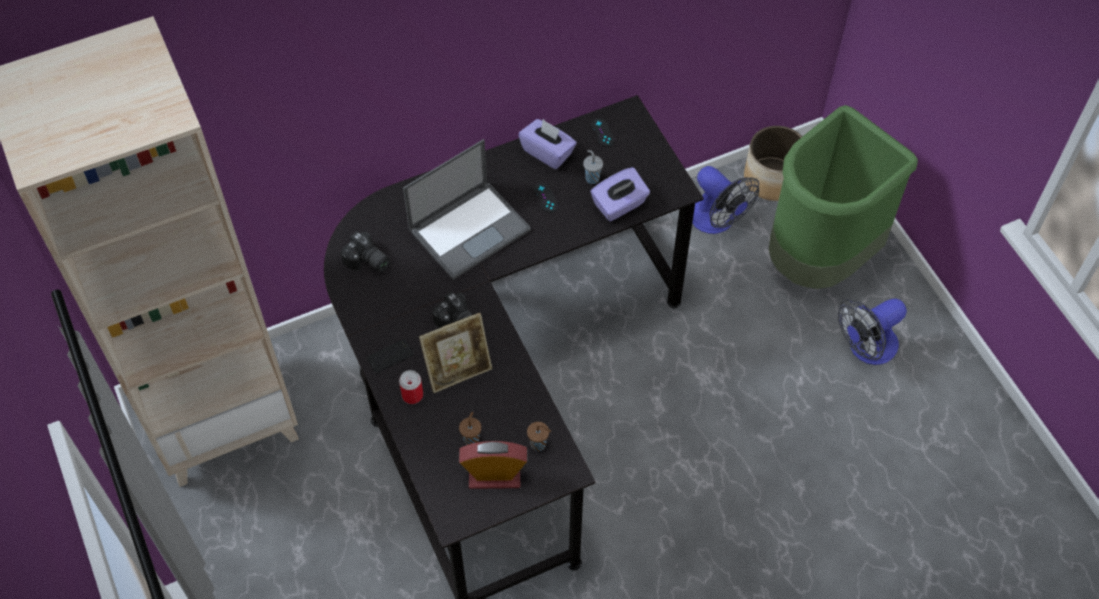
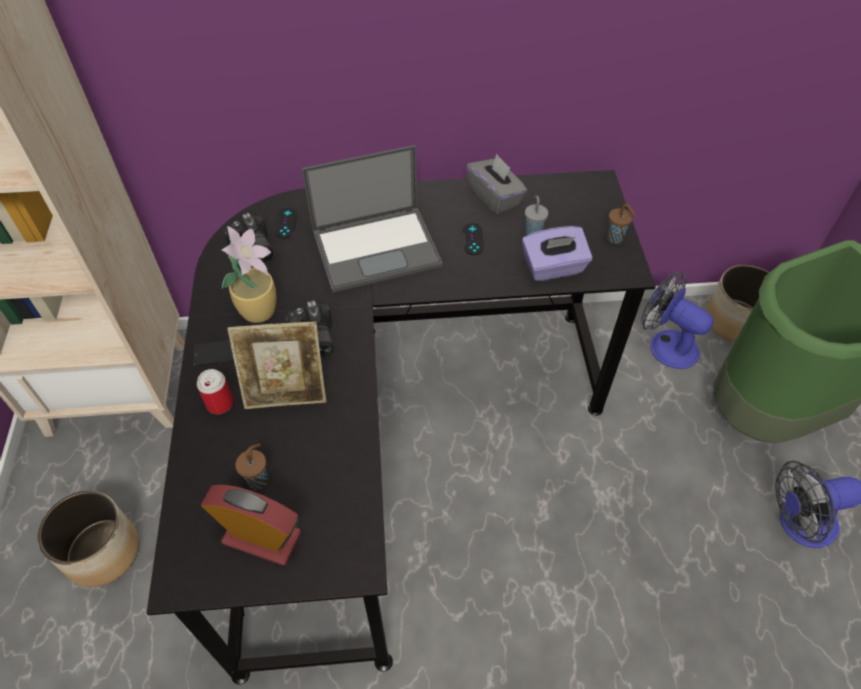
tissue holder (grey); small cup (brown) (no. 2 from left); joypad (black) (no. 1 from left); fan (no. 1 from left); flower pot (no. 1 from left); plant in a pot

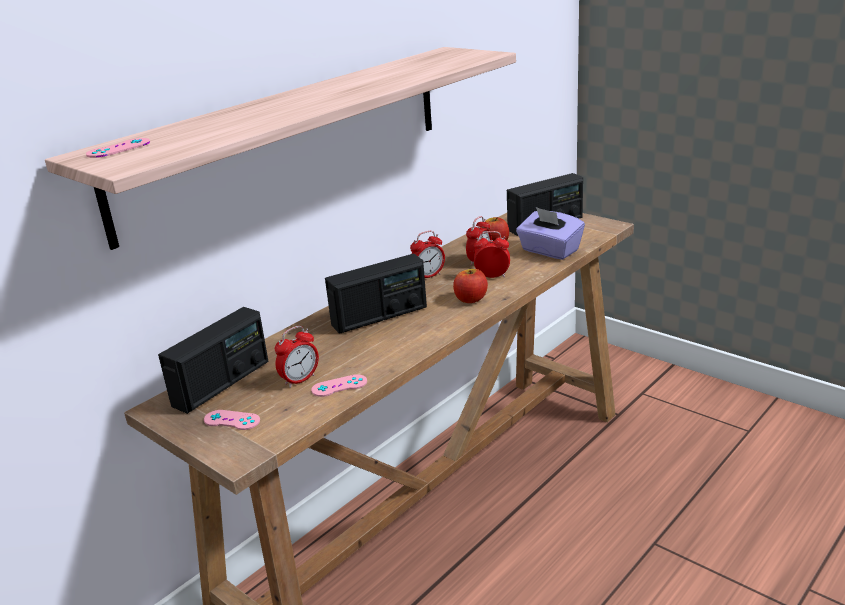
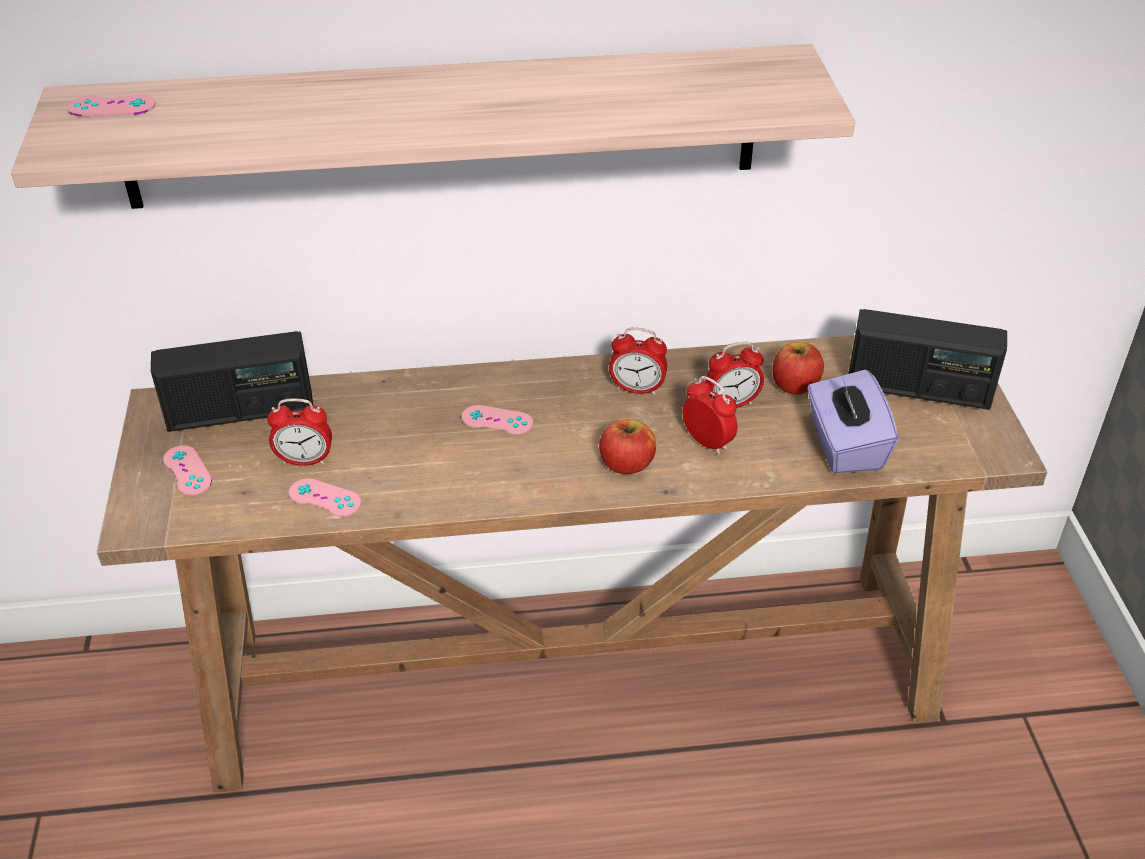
joypad (pink) (no. 4 from left)

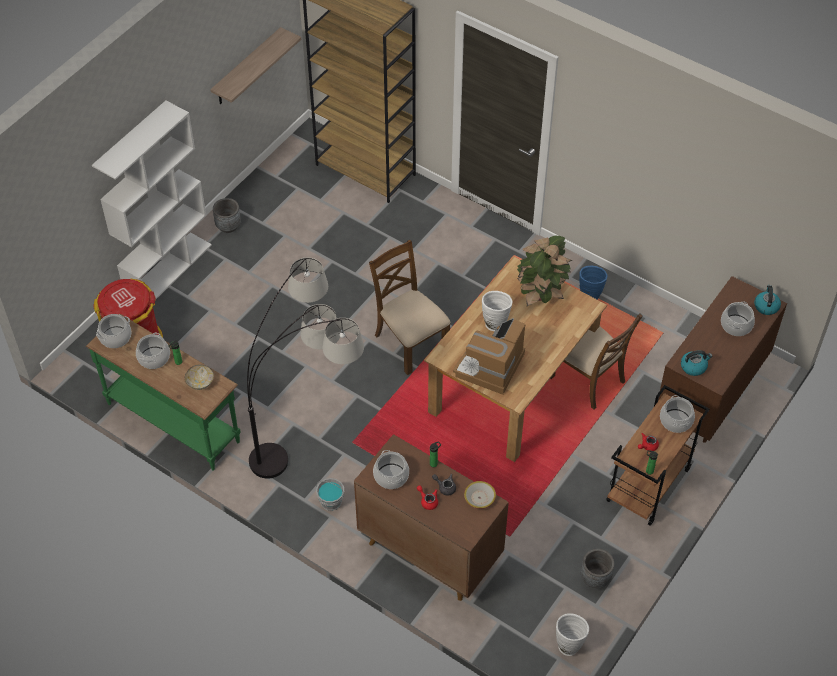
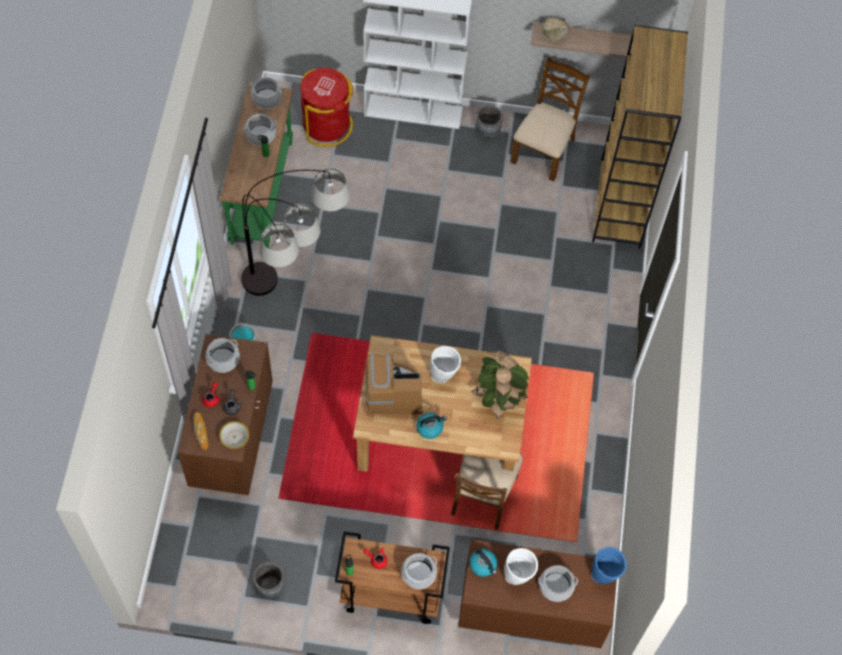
serving bowl (no. 2 from left); plain chair (brown) (no. 2 from left); vase (white-coloured) (no. 2 from left); vase (blue-coloured); kettle (no. 1 from left); bakery bread

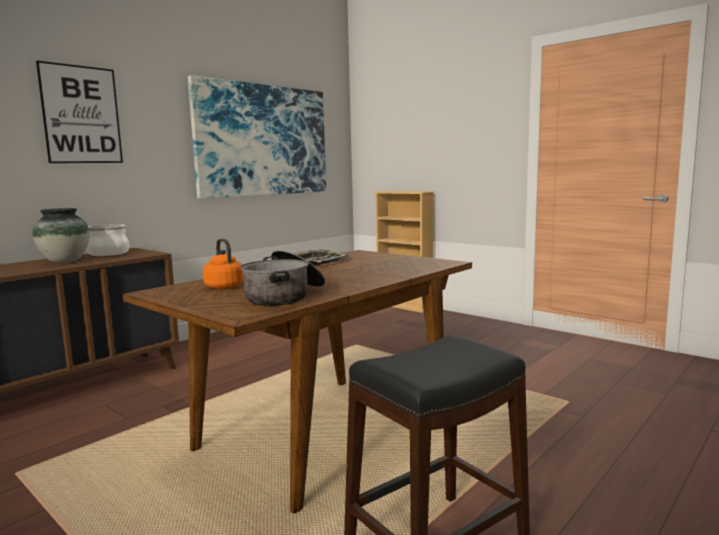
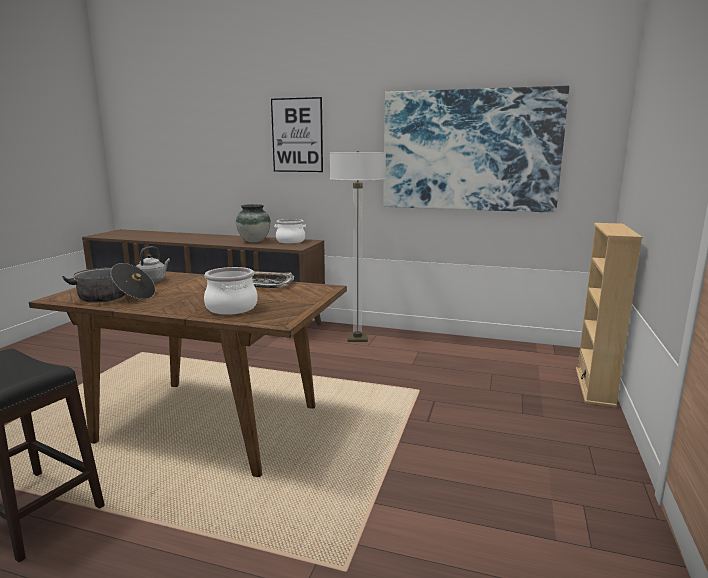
kettle (grey); stockpot (no. 2 from left); standard lamp

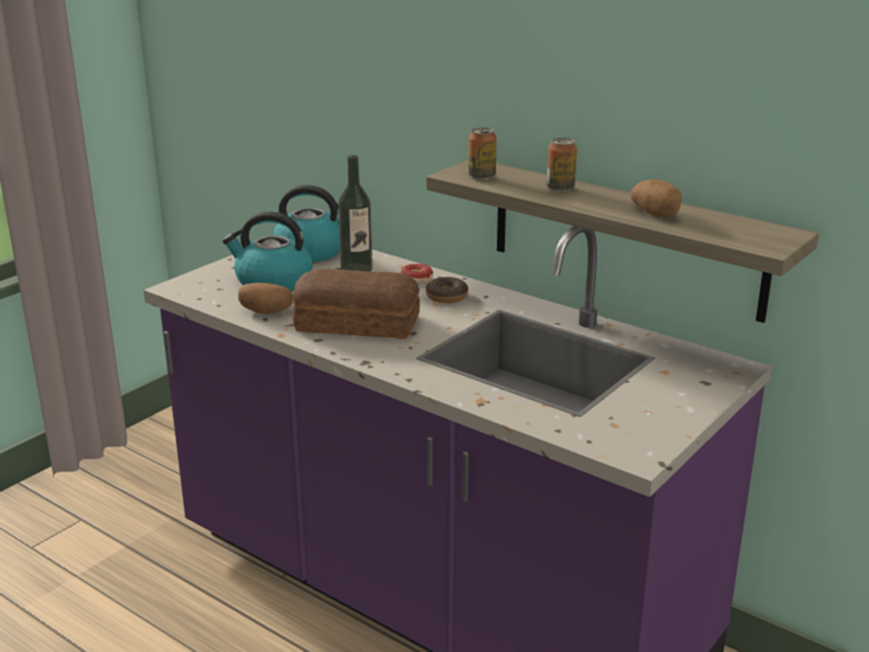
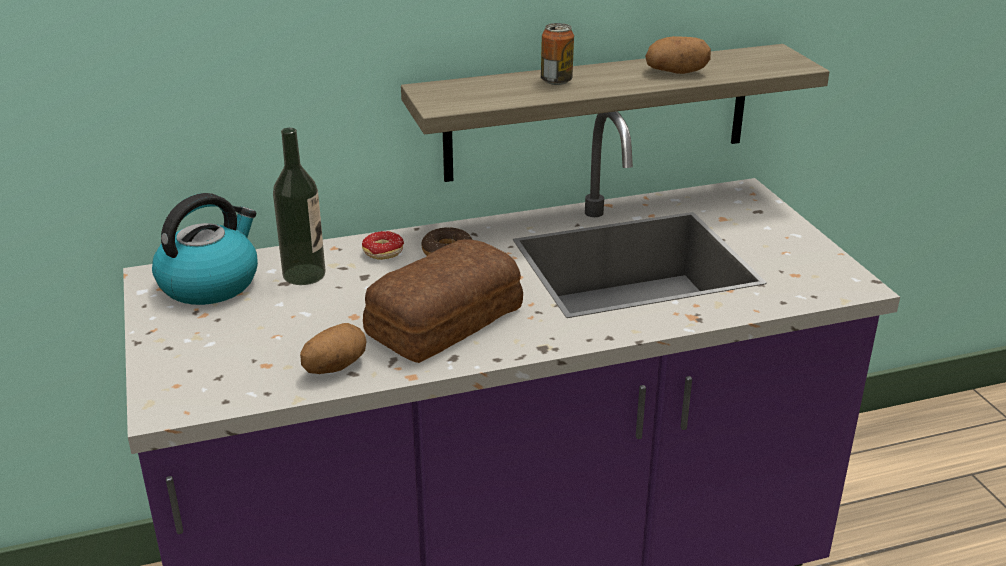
kettle (no. 1 from left in the first image); metal can (no. 1 from left in the first image)

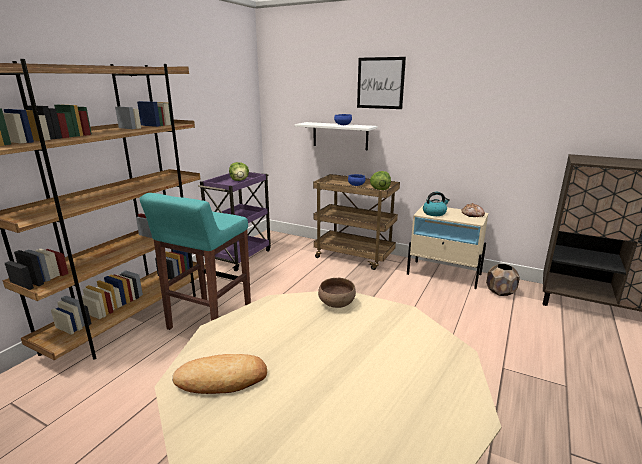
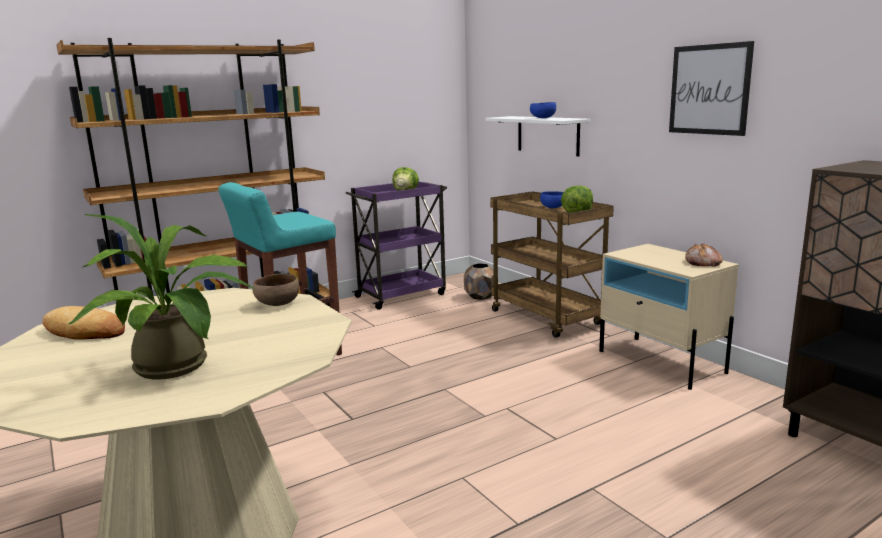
wall picture; kettle; flower pot (brown); plant in a pot

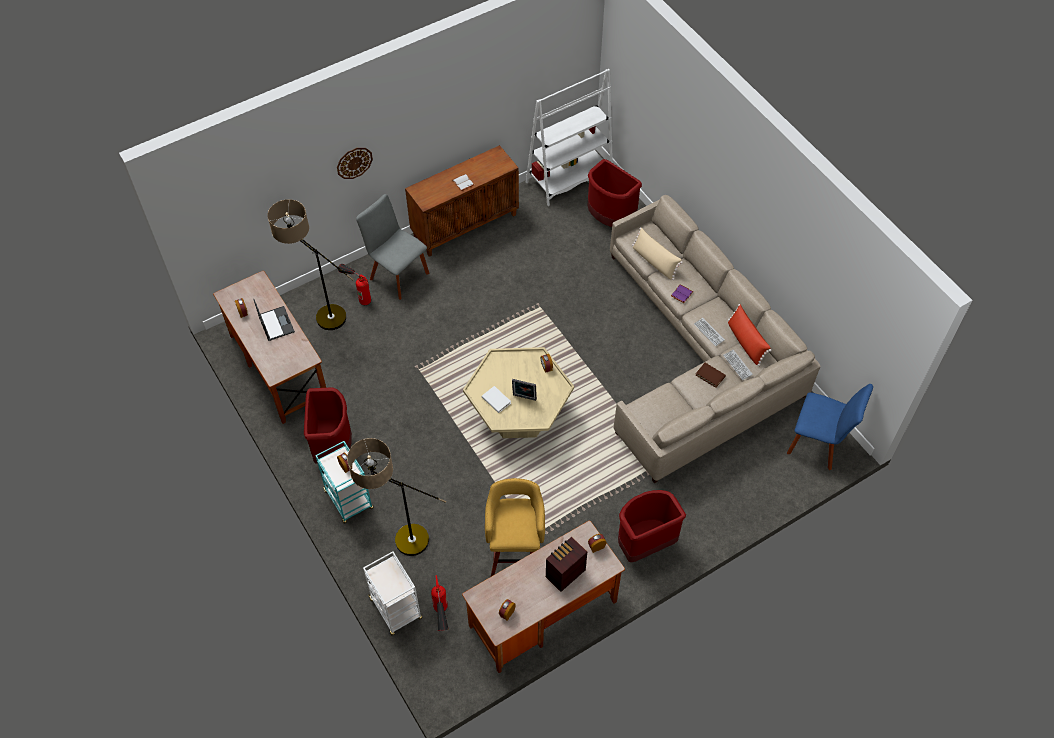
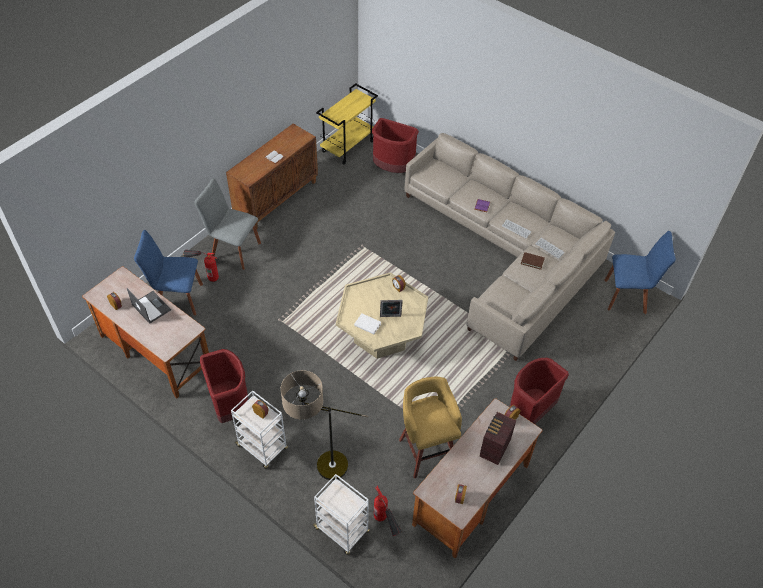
plain chair (blue-coloured) (no. 1 from left); trolley (white-coloured) (no. 1 from left); wall clock; trolley (yellow); pillow (beige); pillow (red-coloured)

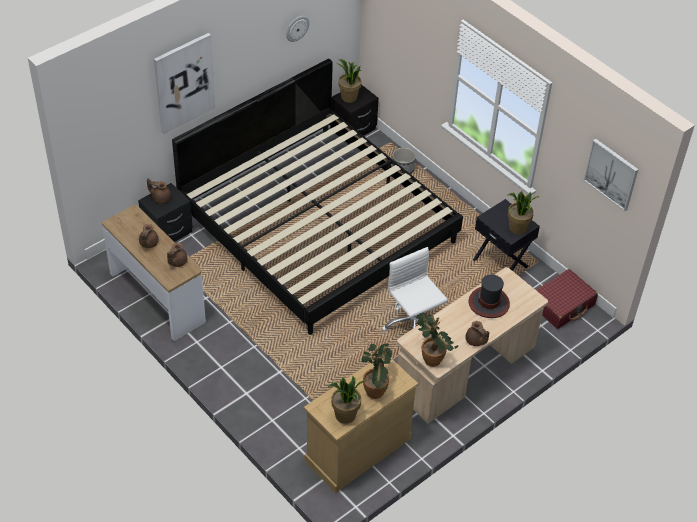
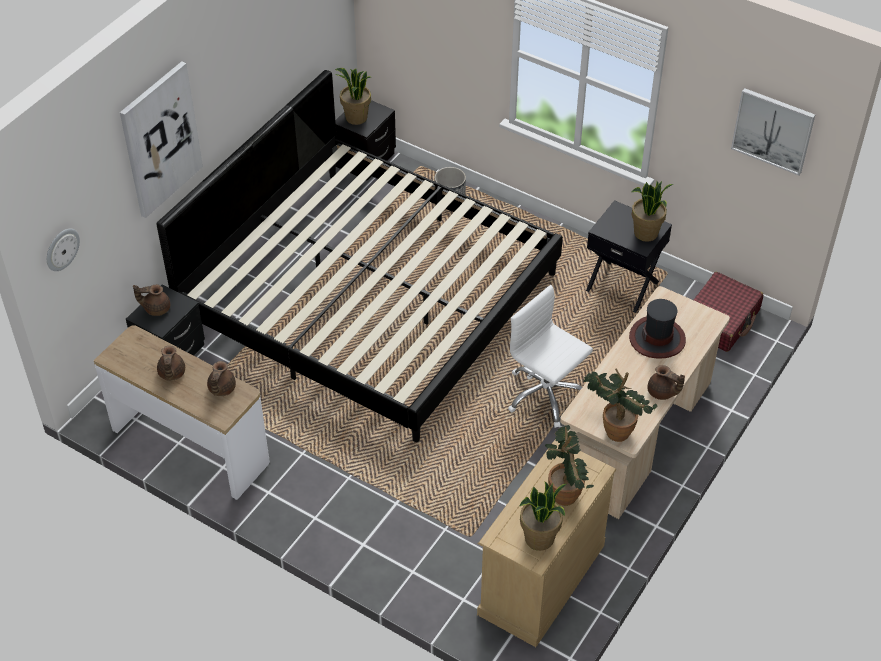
wall clock

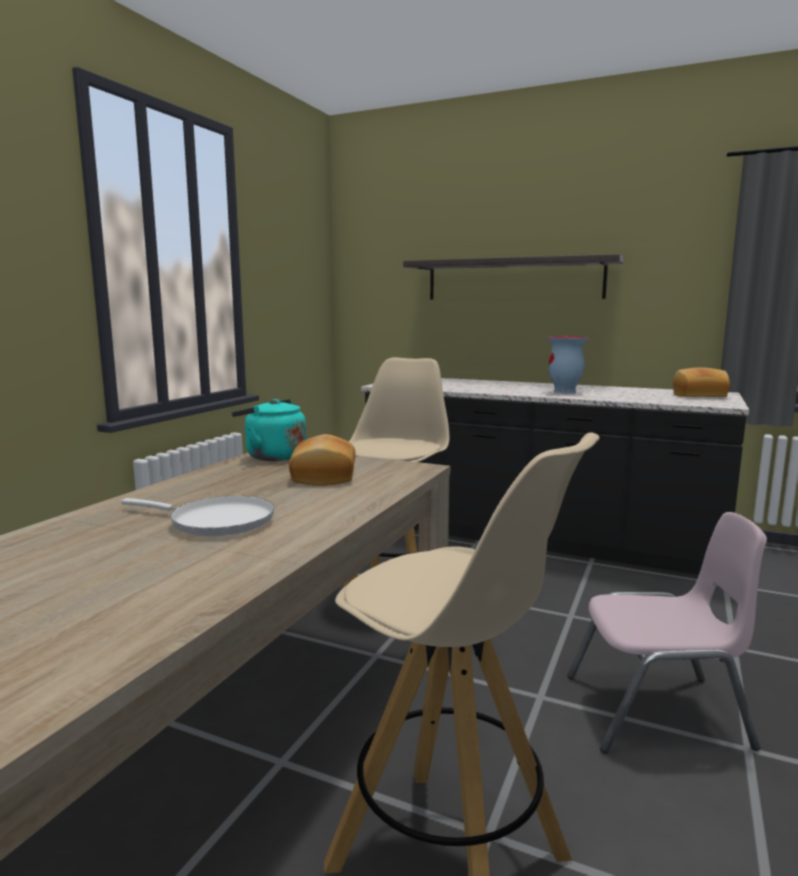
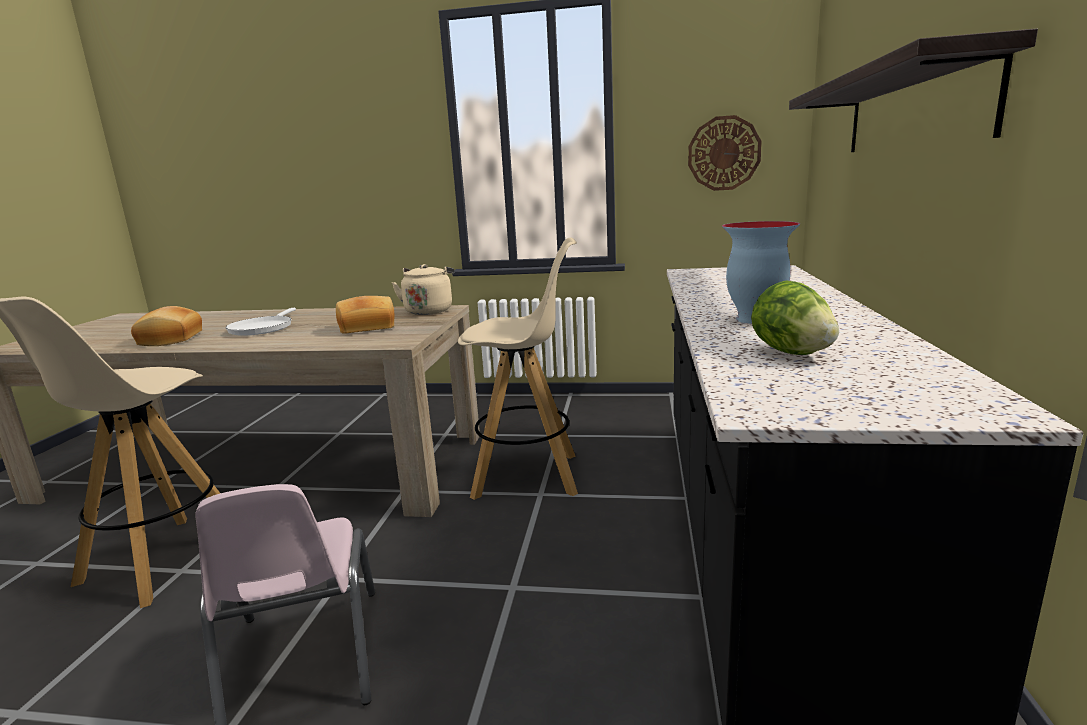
kettle (beige); bakery bread (no. 1 from left); wall clock; lettuce

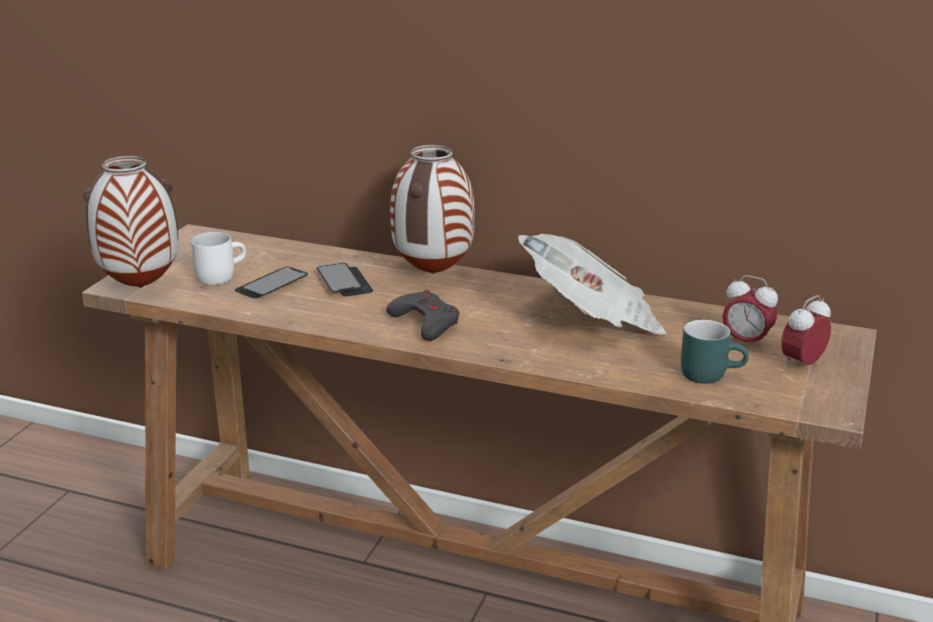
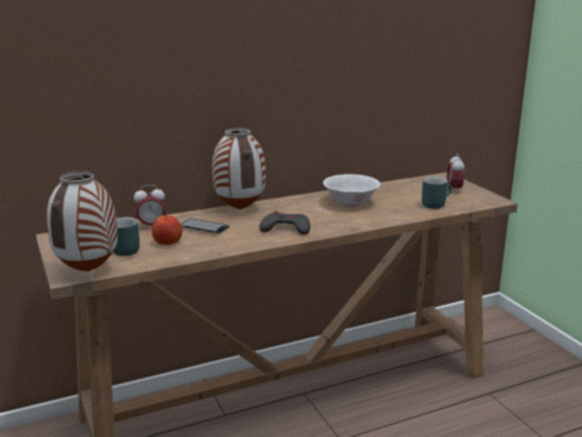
mug (turquoise) (no. 1 from left); whole apple; serving bowl (white-coloured); table clock (no. 1 from left)

